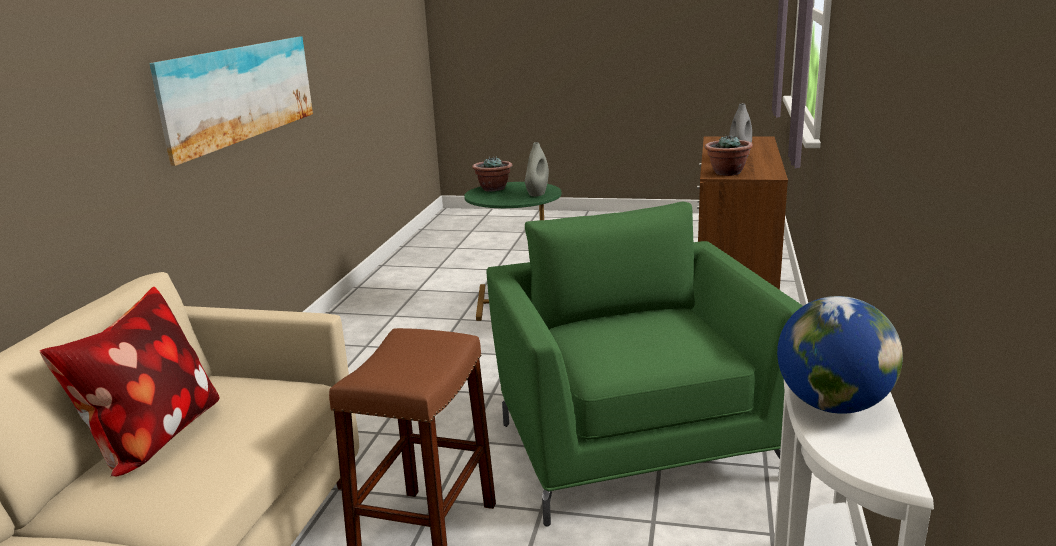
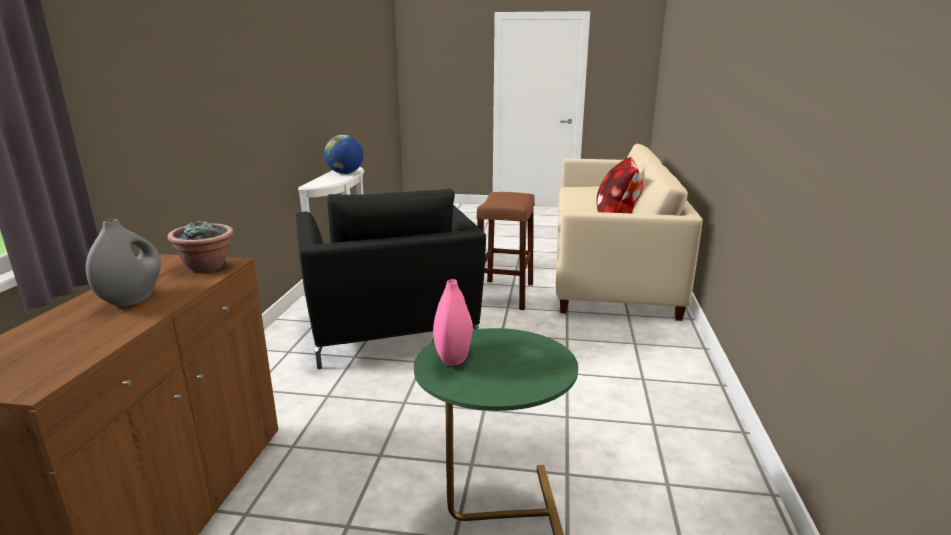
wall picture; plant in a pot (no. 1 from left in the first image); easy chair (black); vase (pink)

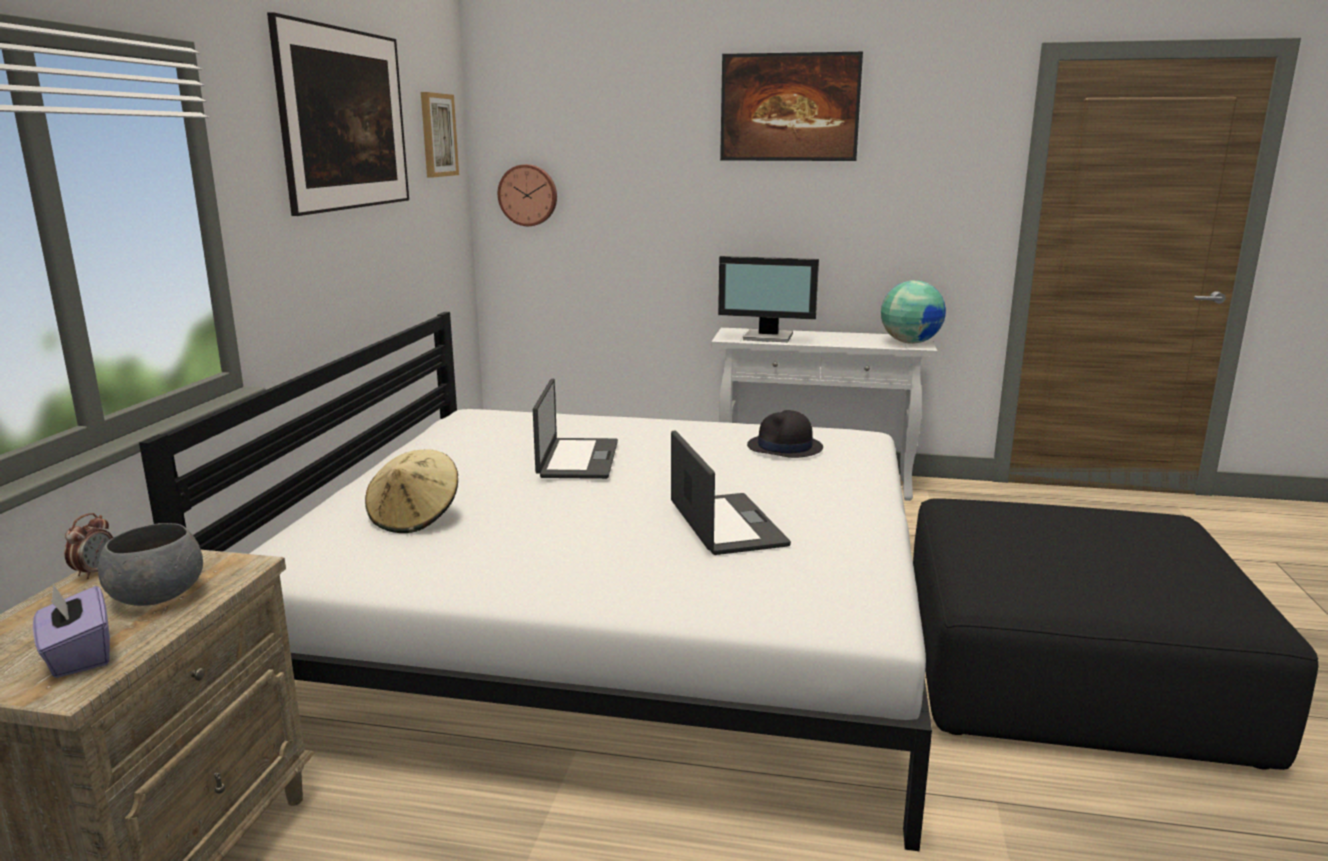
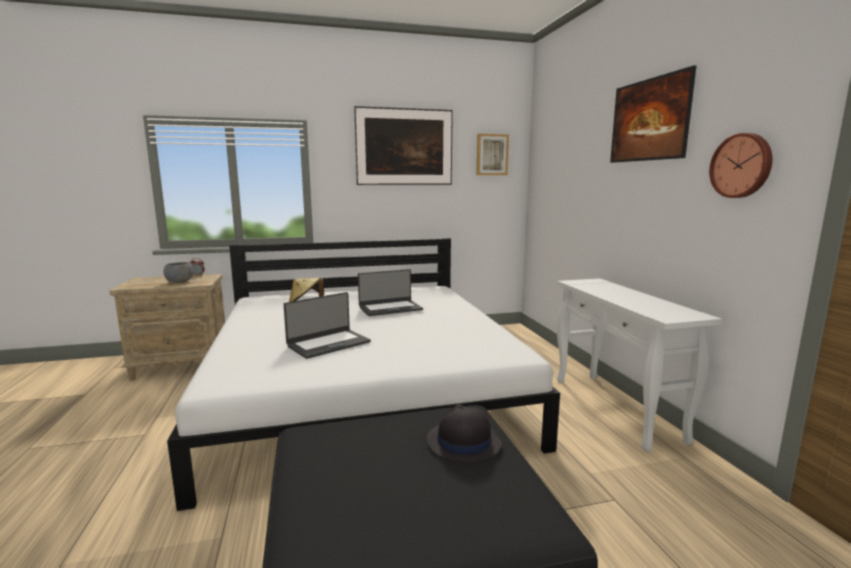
tissue holder (purplish); wall clock; computer display; hat (black); desk globe

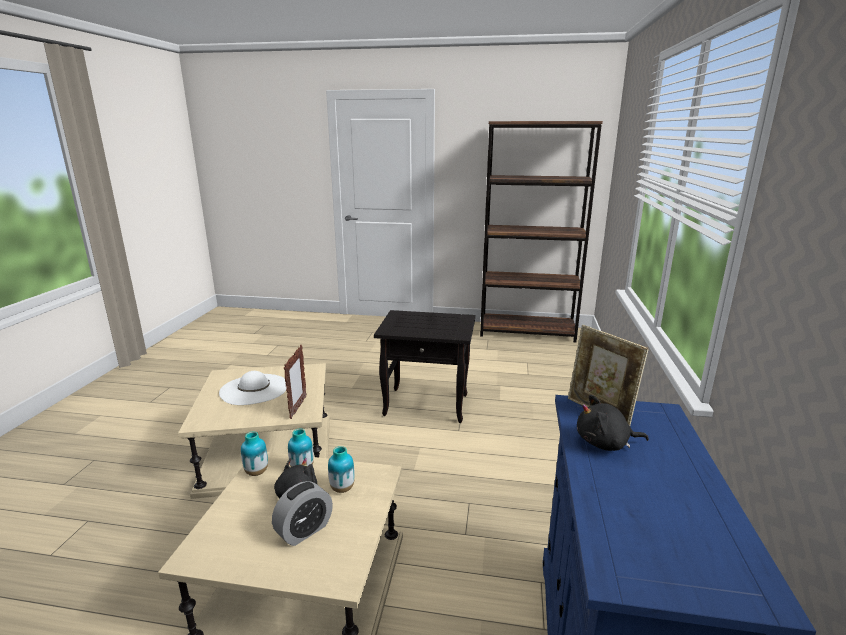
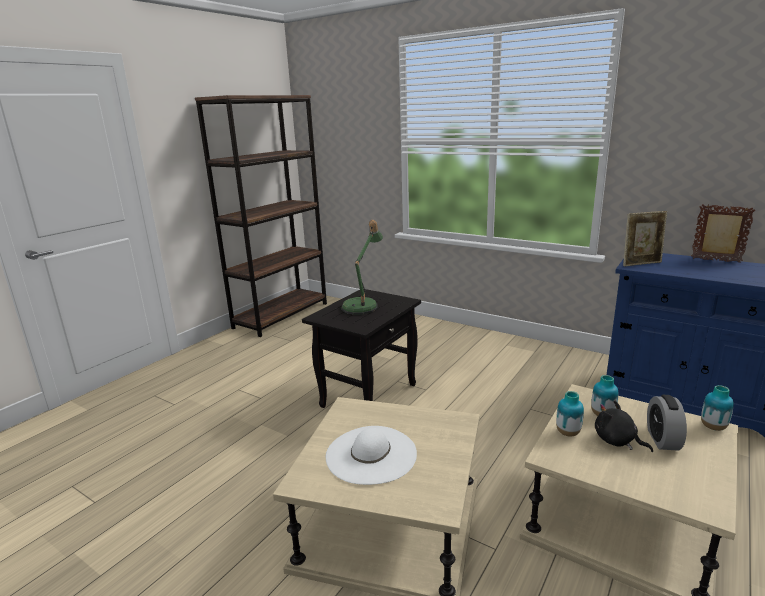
vase (no. 3 from left); table clock; photo frame (no. 2 from left); soft toy (black) (no. 2 from left in the first image); lamp for a table

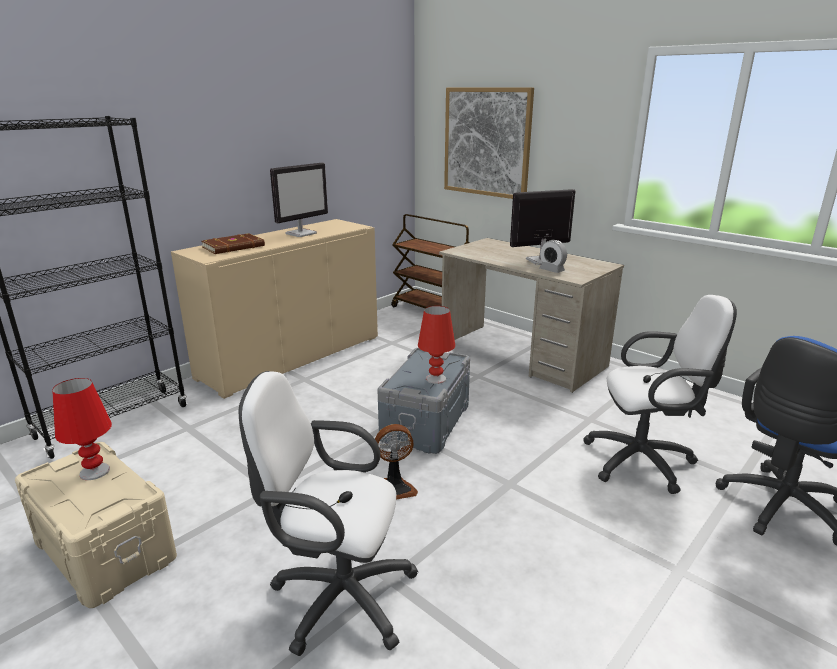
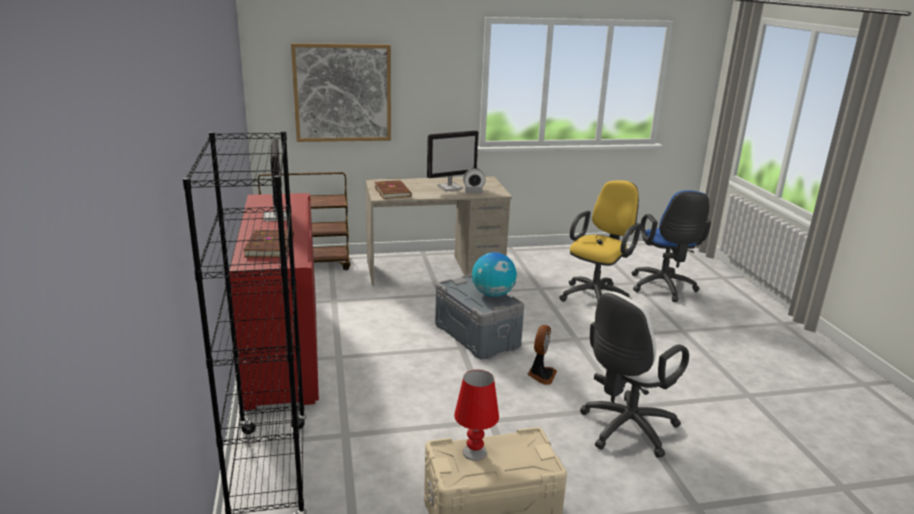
storage cabinet (red-coloured); desk globe; computer display (no. 2 from left); desk chair (yellow); volume (brown) (no. 2 from left)

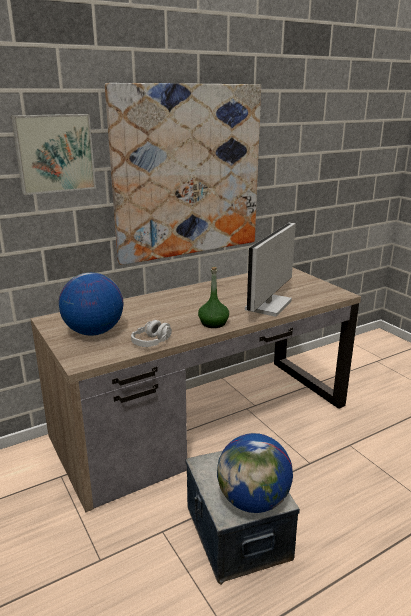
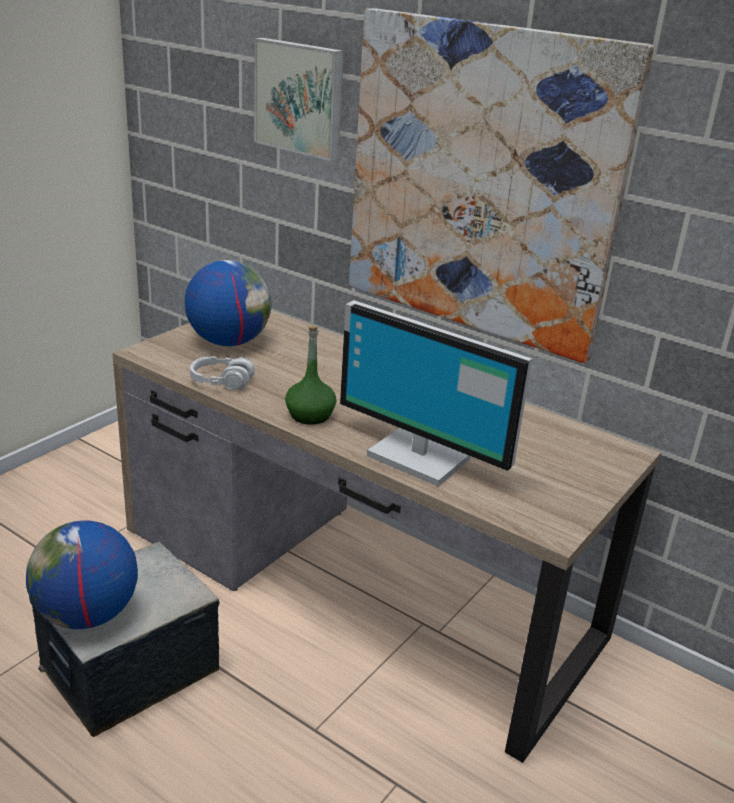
computer display

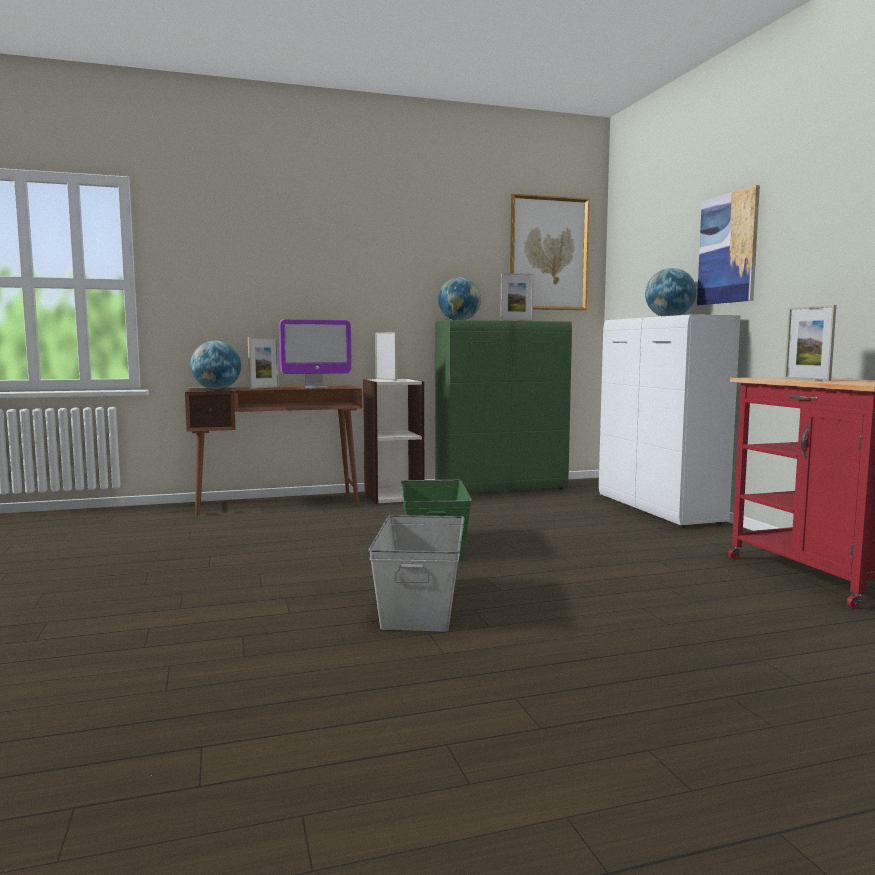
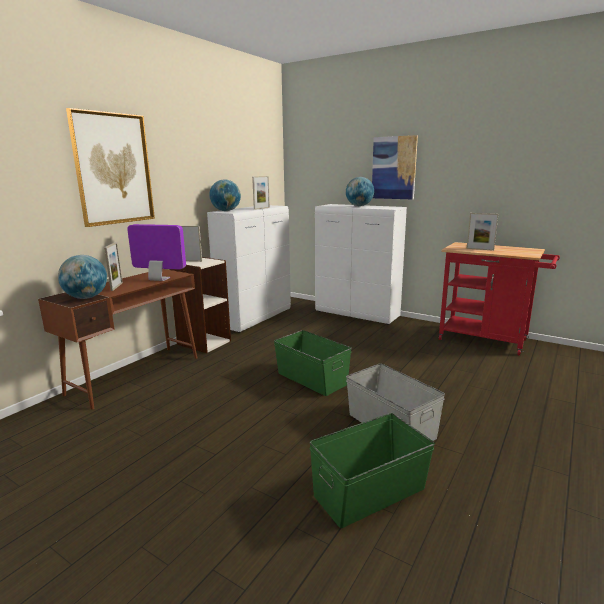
computer display; storage cabinet (white-coloured) (no. 1 from left); wall picture (no. 1 from left); storage bin (green) (no. 2 from left)

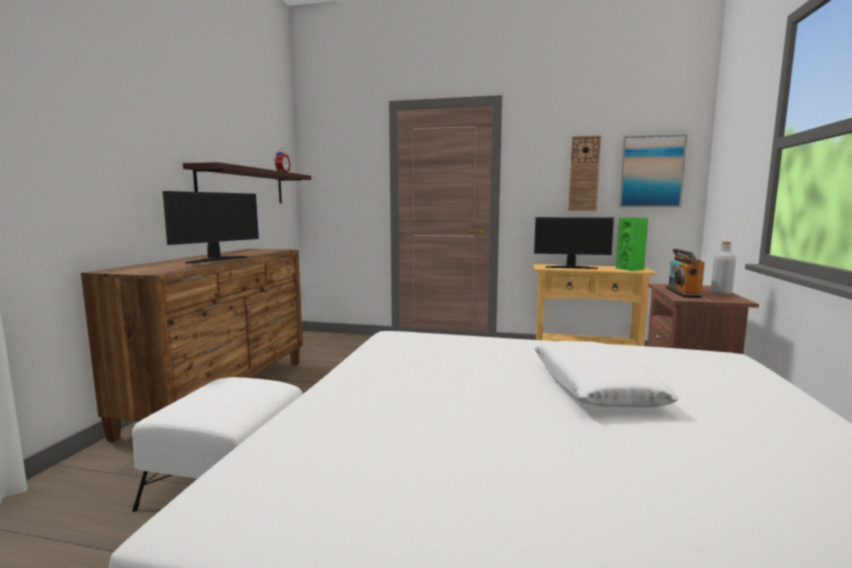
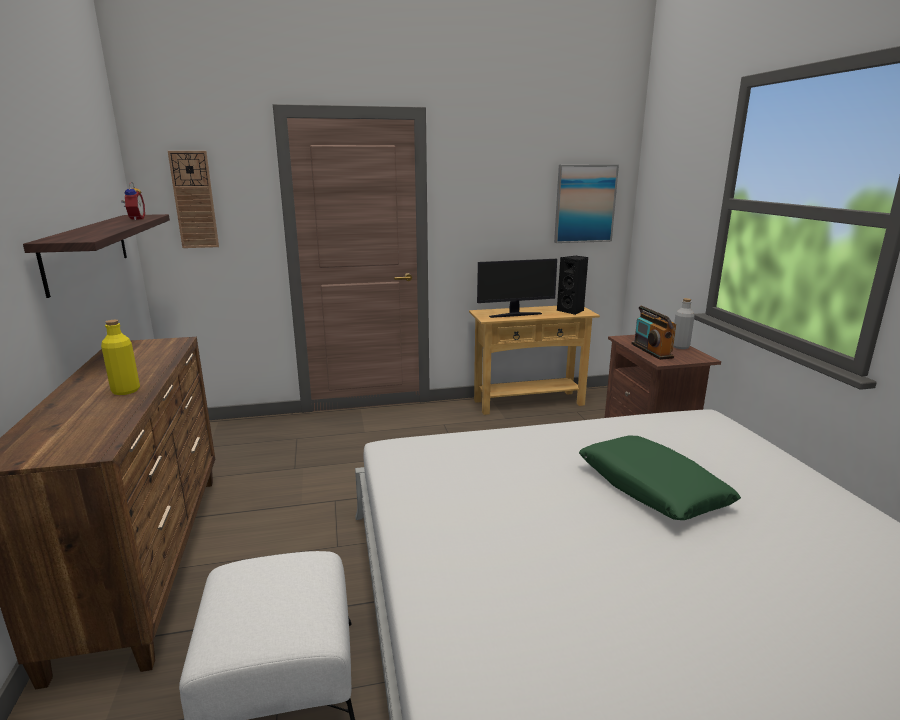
beverage bottle (yellow); pillow (green); wall clock; audio speaker (black)

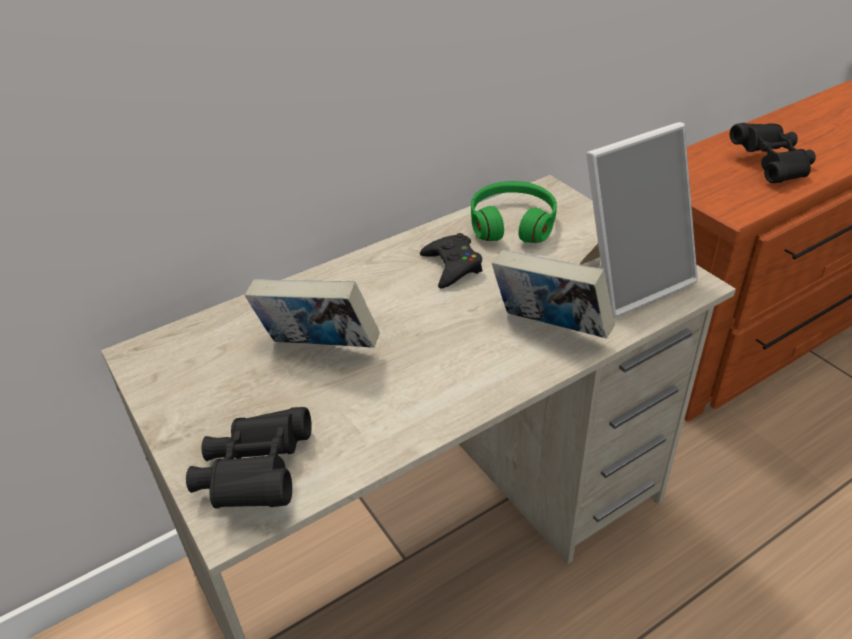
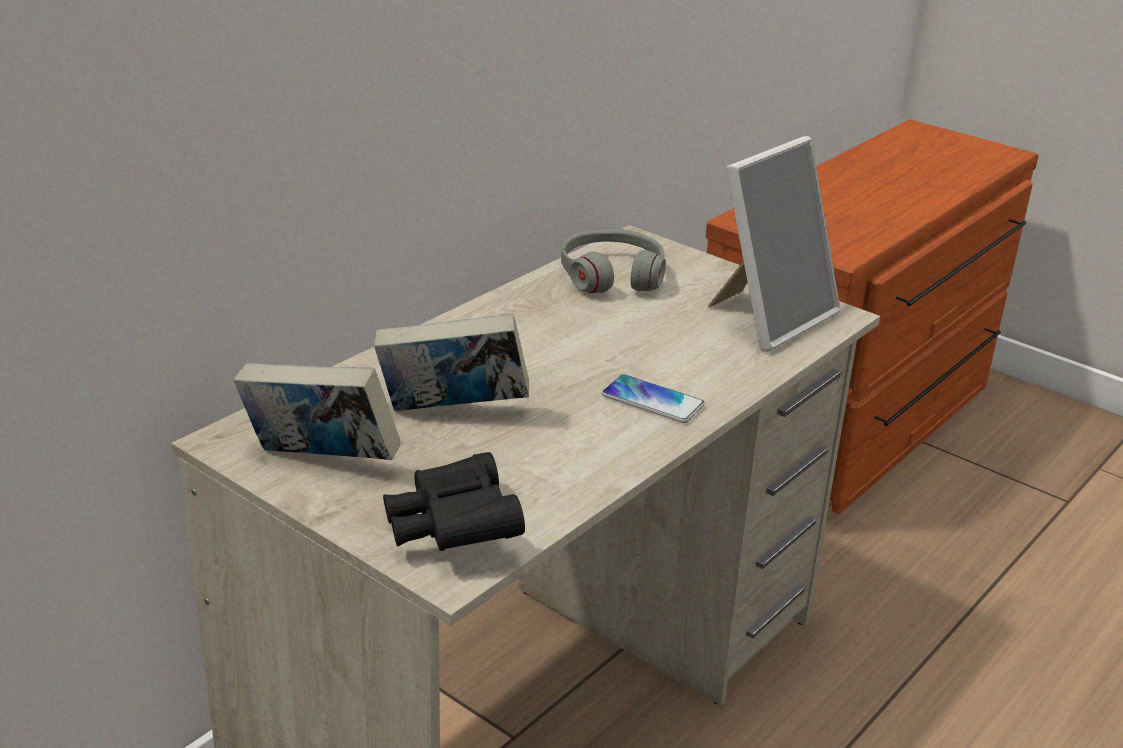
joypad (black); pair of headphones (grey); volume (no. 1 from left); field glasses (black) (no. 2 from left in the first image); telephone

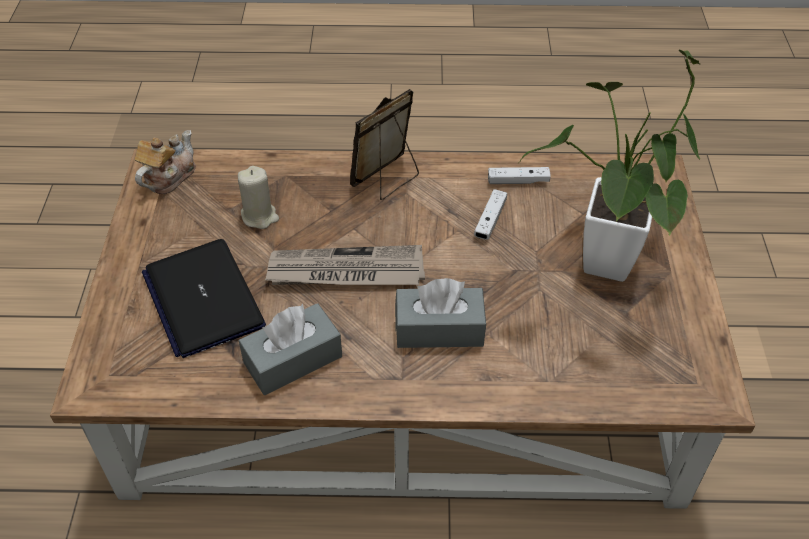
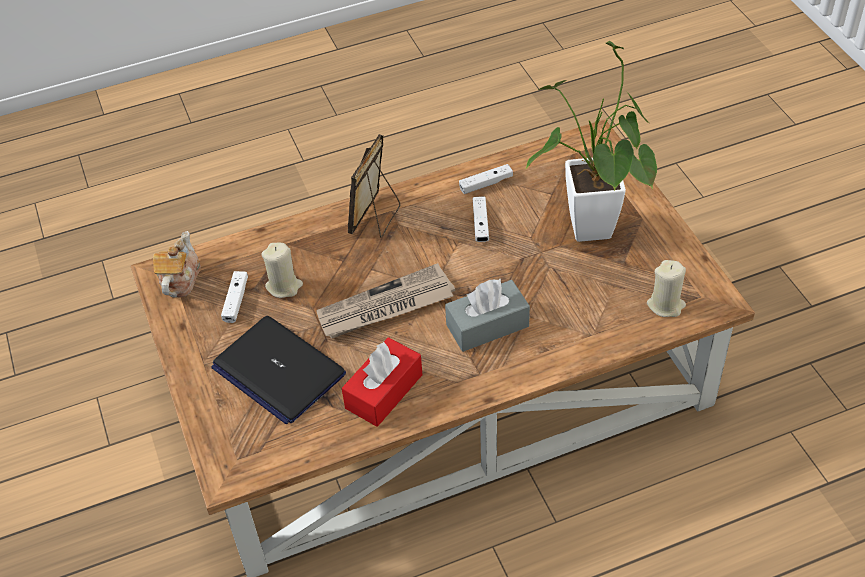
tissue holder (red-coloured); joypad (white-coloured) (no. 1 from left); wax light (beige) (no. 2 from left)

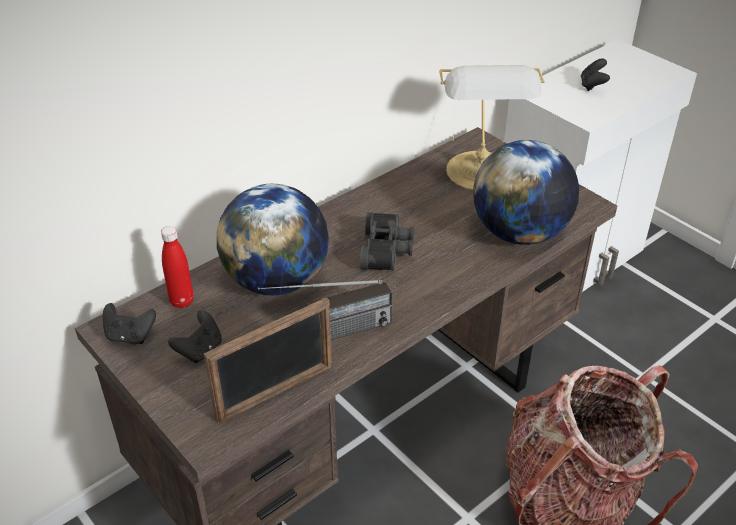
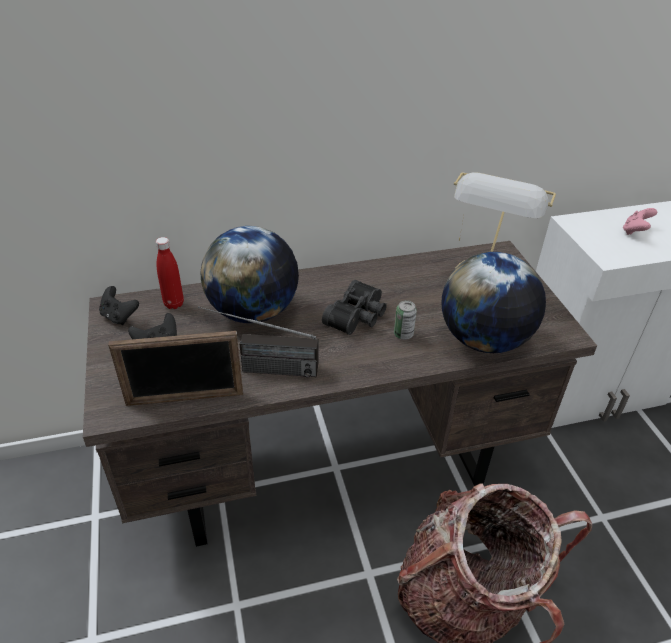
joypad (pink); metal can

